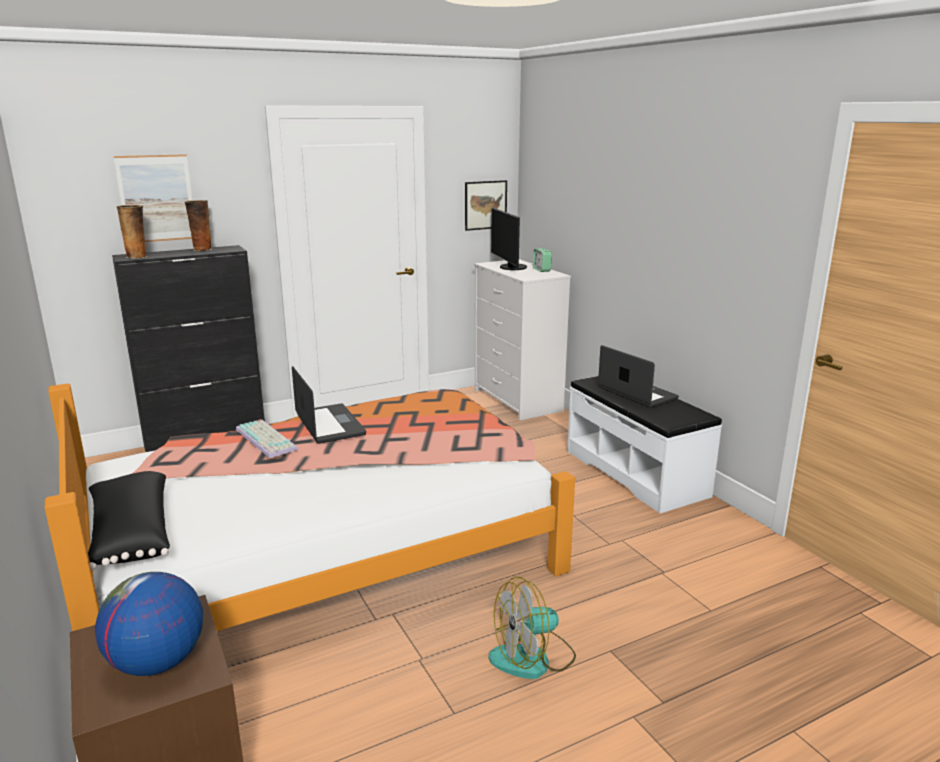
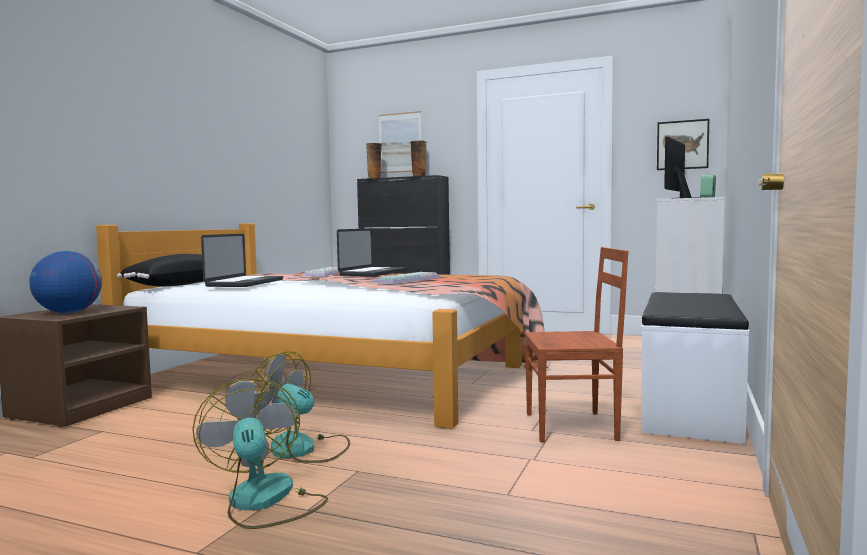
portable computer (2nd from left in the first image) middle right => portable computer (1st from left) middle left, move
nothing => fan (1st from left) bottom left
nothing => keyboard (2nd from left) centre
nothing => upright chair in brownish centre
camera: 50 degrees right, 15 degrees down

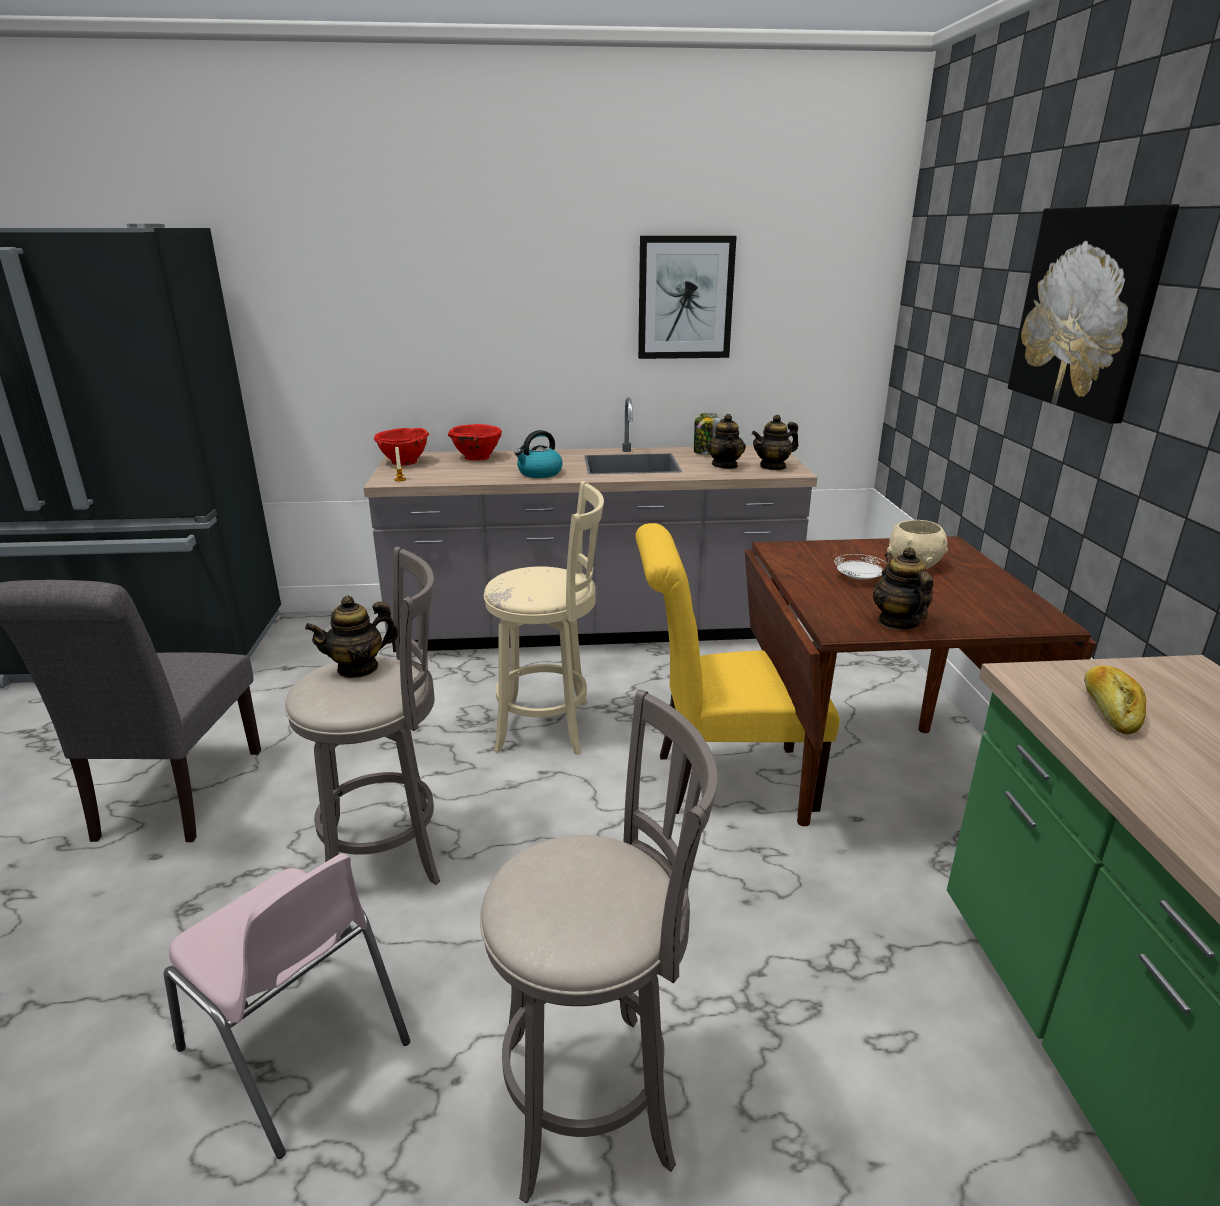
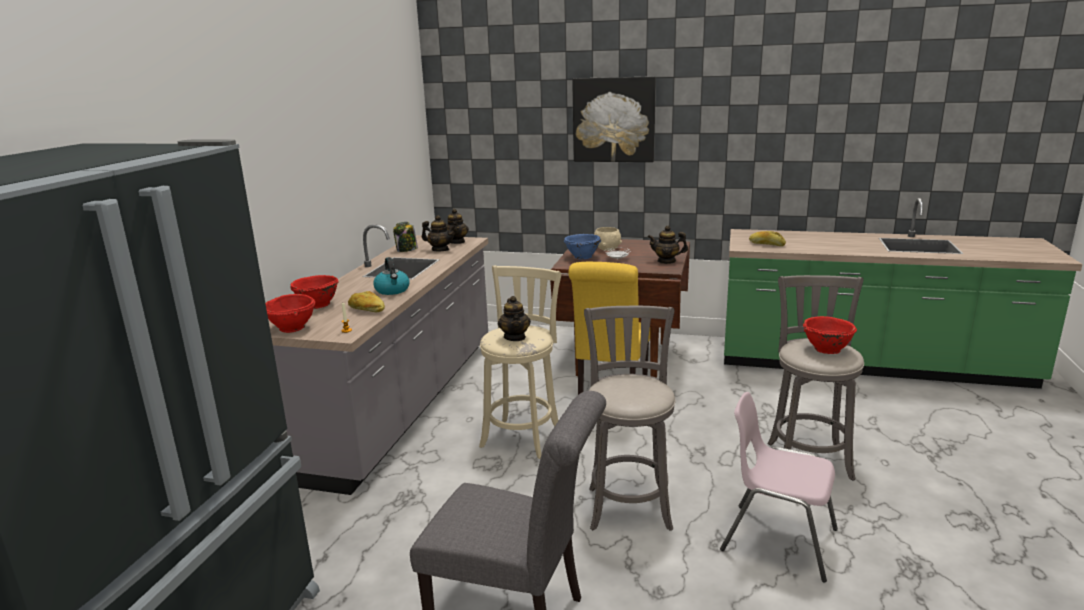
upright chair in pink-coloured bottom left => upright chair in pink-coloured bottom right, 120 degrees counterclockwise
teapot (1st from left in the first image) middle left => teapot (3rd from left) centre, move
wall art (1st from left) top centre => nothing
nothing => bakery bread (1st from left) centre
nothing => deep dish in bluish centre
nothing => deep dish in reddish (3rd from left) middle right
camera: 70 degrees left, 5 degrees down

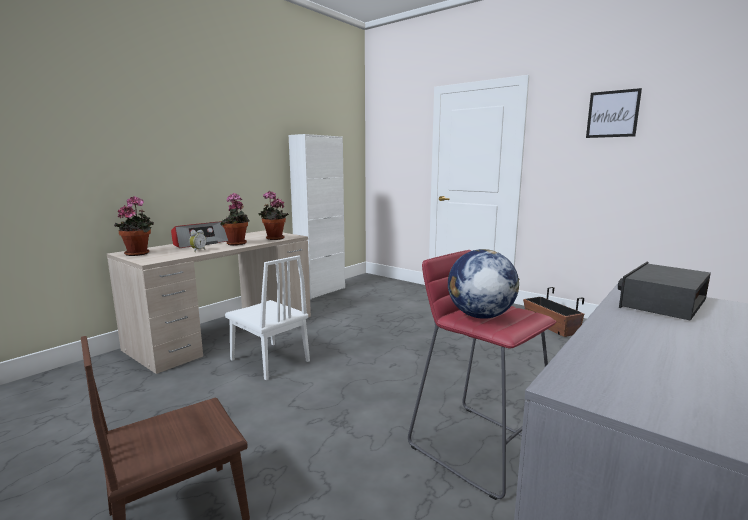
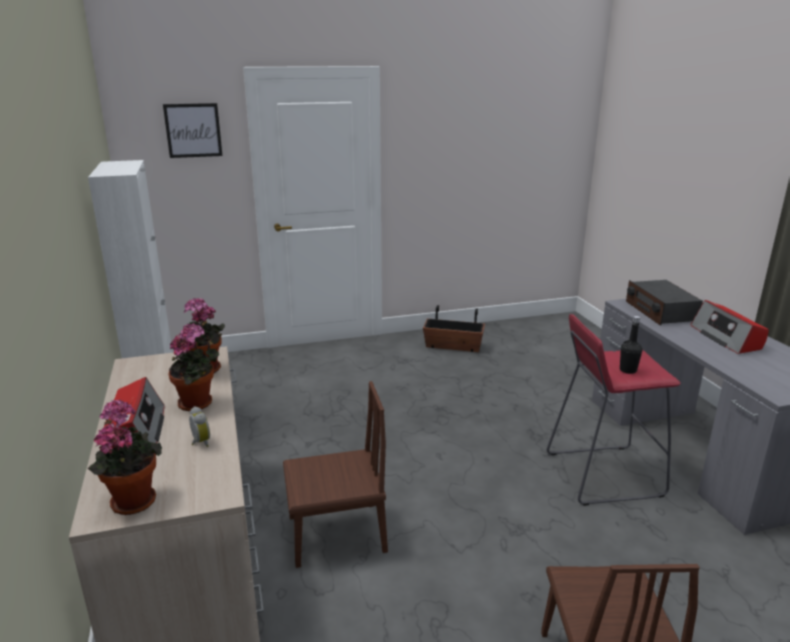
upright chair in whitish centre => upright chair in brownish (1st from left) bottom centre
globe centre => bottle in black middle right
wall art top right => wall art top left, move
nothing => radio (3rd from left) middle right
camera: 55 degrees left, 10 degrees up

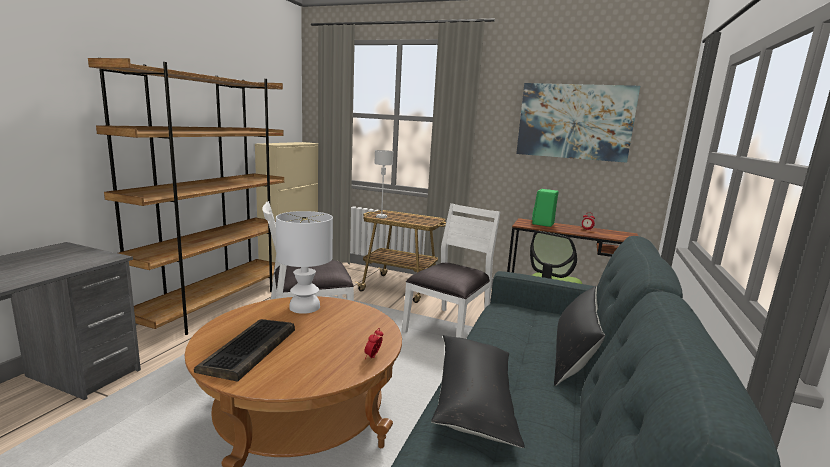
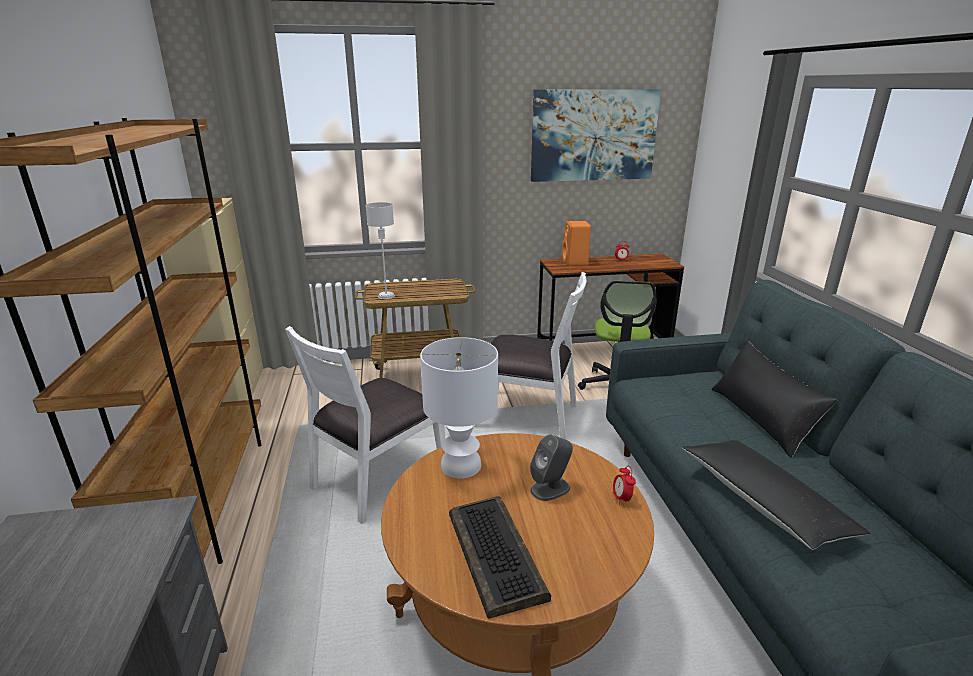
upright chair in whitish (2nd from left) centre, 105 degrees clockwise
audio speaker in green-coloured centre => audio speaker in orange centre
nothing => audio speaker in gray bottom centre
camera: 30 degrees left, 10 degrees up

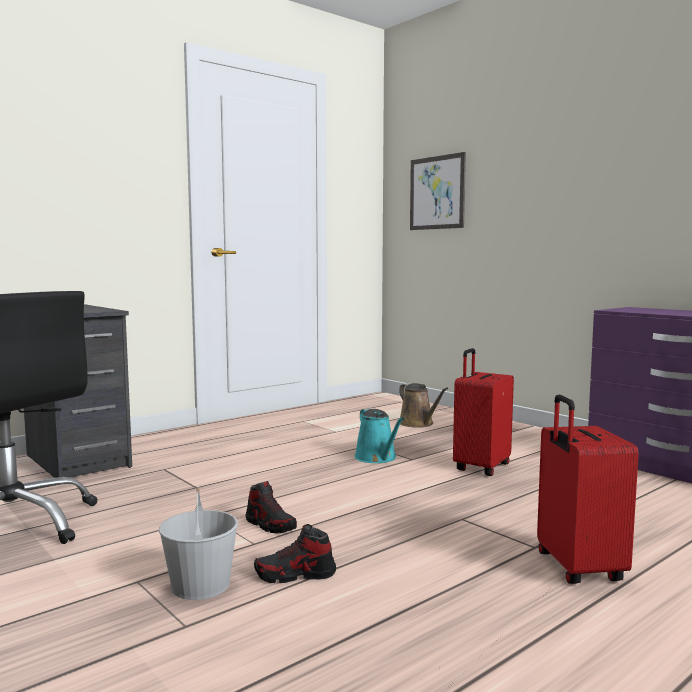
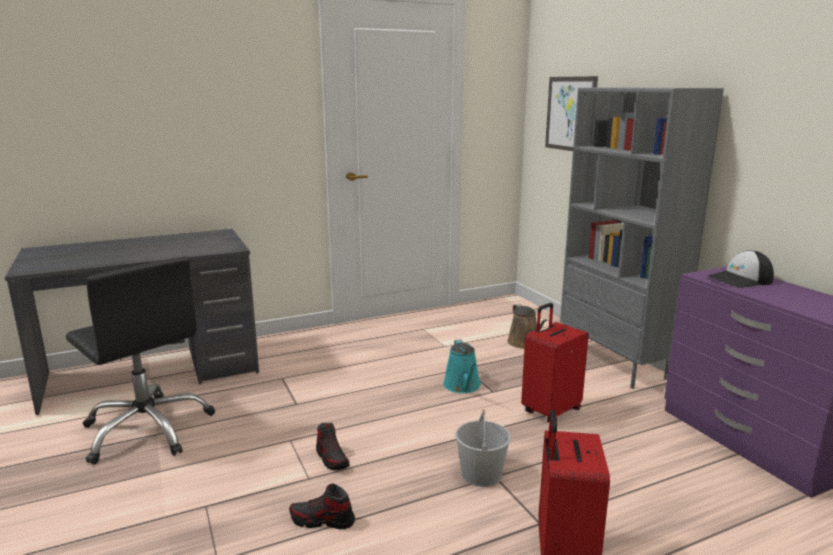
bucket in whitish bottom left => bucket in whitish bottom centre, move
nothing => shelving unit in gray middle right
nothing => baseball cap middle right
camera: 15 degrees right, 10 degrees up

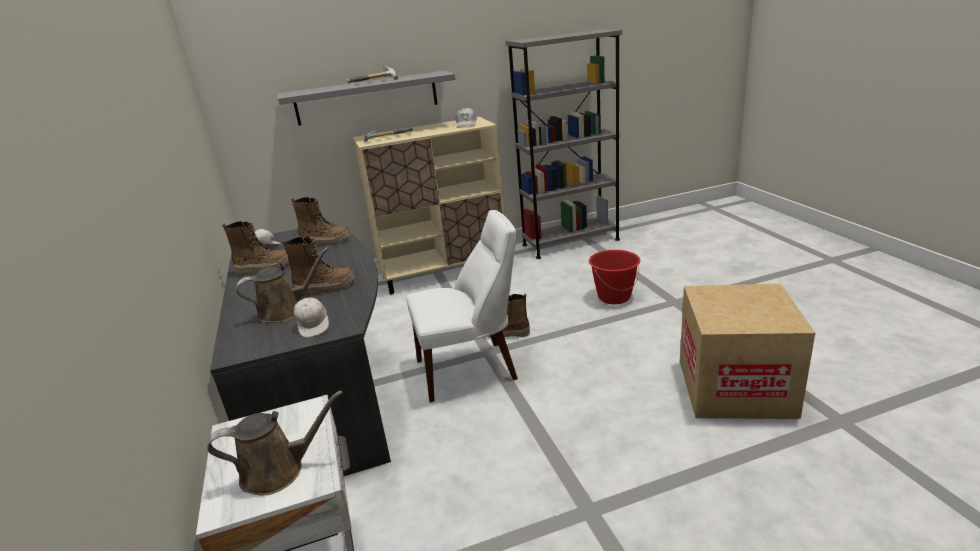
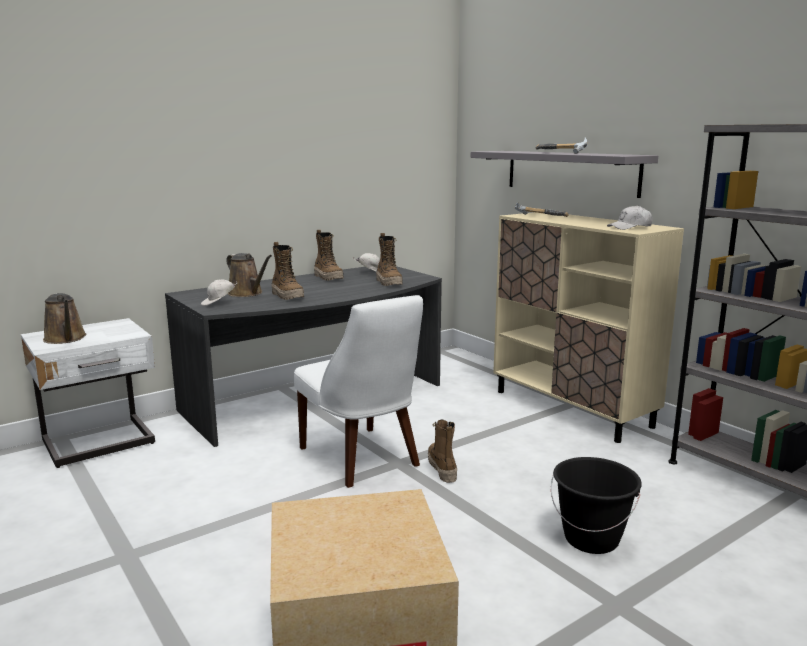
bucket in reddish centre => bucket in black bottom right
camera: 70 degrees right, 10 degrees down

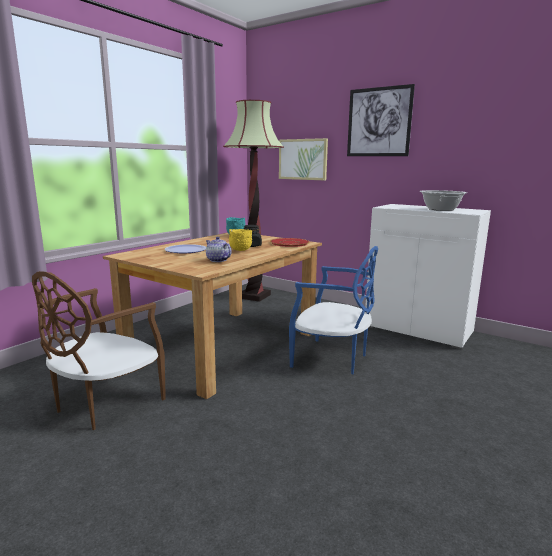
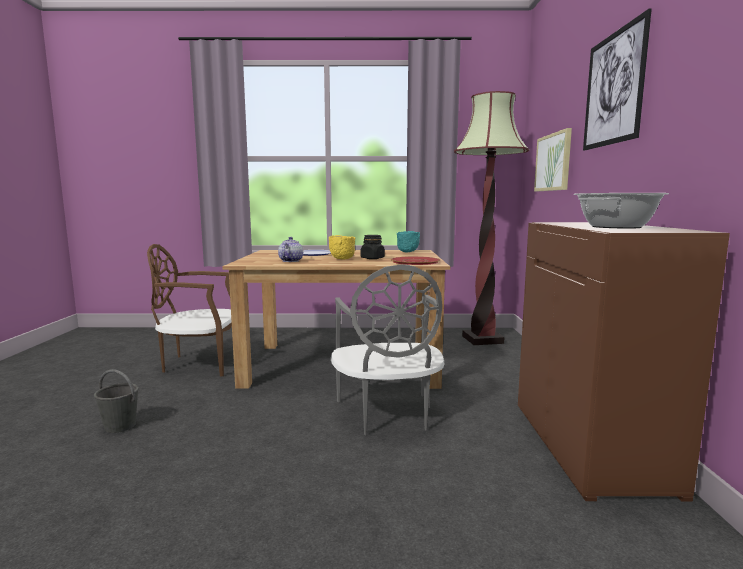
upright chair in bluish centre => upright chair in gray centre
cabinet in whitish middle right => cabinet in brownish middle right
nothing => bucket in gray bottom left
camera: 55 degrees right, 5 degrees down

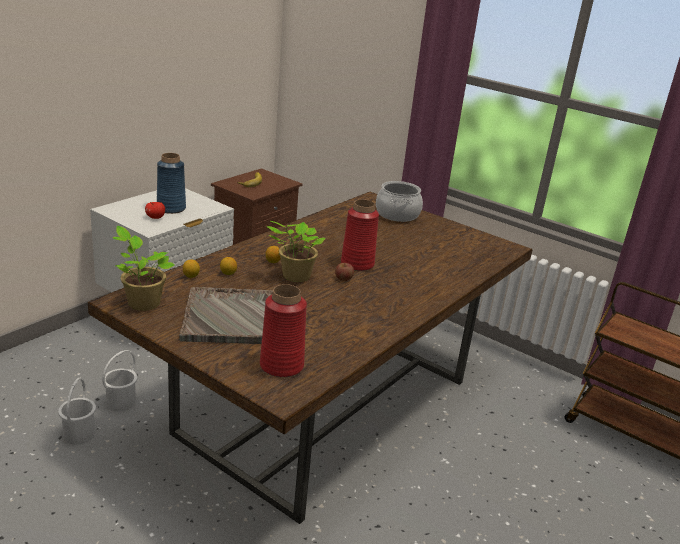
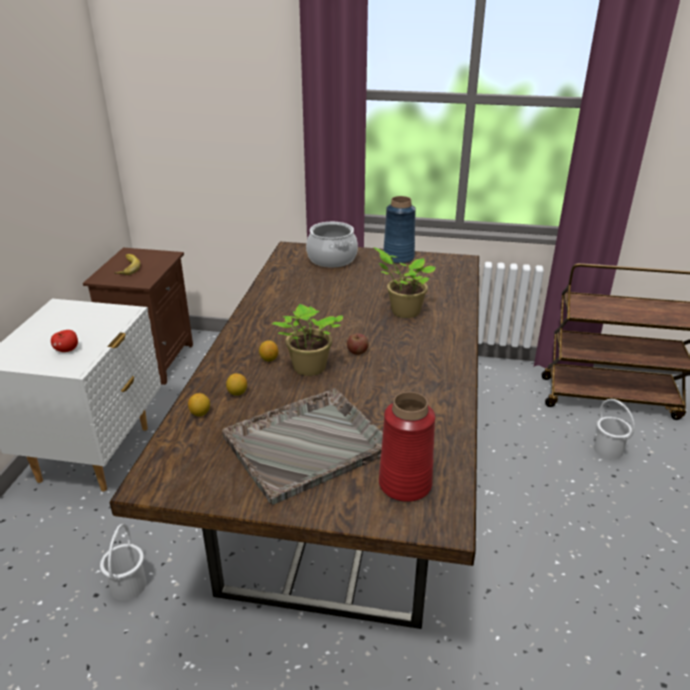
bucket in whitish (1st from left in the first image) bottom left => bucket in whitish (2nd from left) middle right, move
houseplant (1st from left in the first image) middle left => houseplant (2nd from left) centre, move
decorative vase in bluish middle left => decorative vase in bluish centre, move
decorative vase in reddish (2nd from left) centre => nothing
camera: 25 degrees left, 5 degrees up

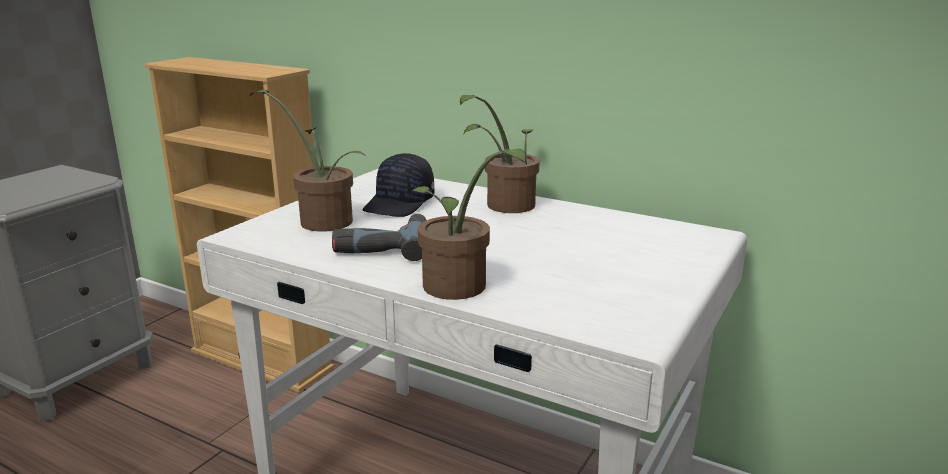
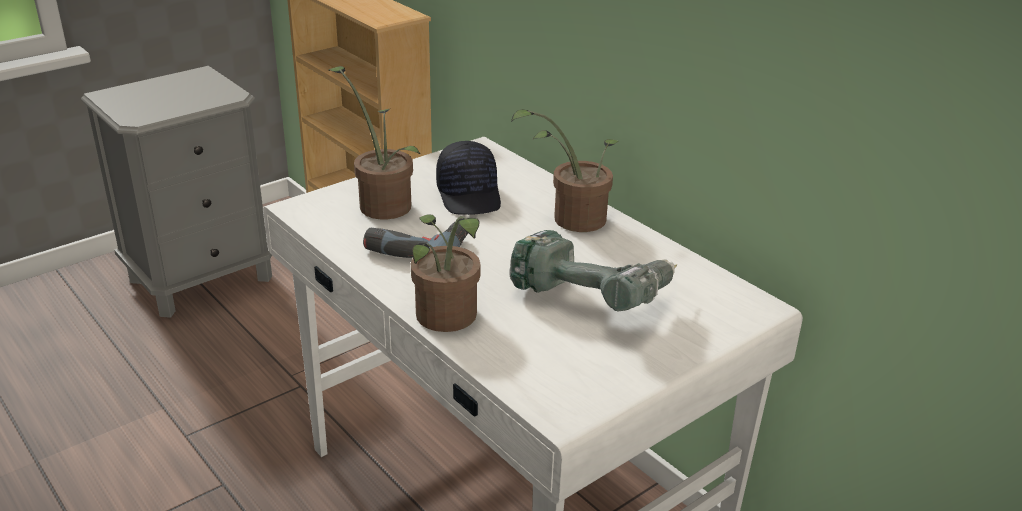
baseball cap in black centre, 60 degrees counterclockwise
nothing => power drill (2nd from left) centre
camera: 20 degrees right, 10 degrees up

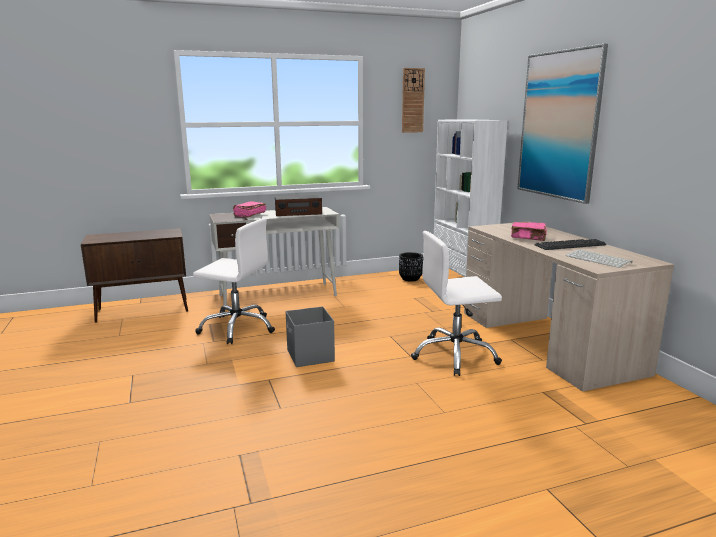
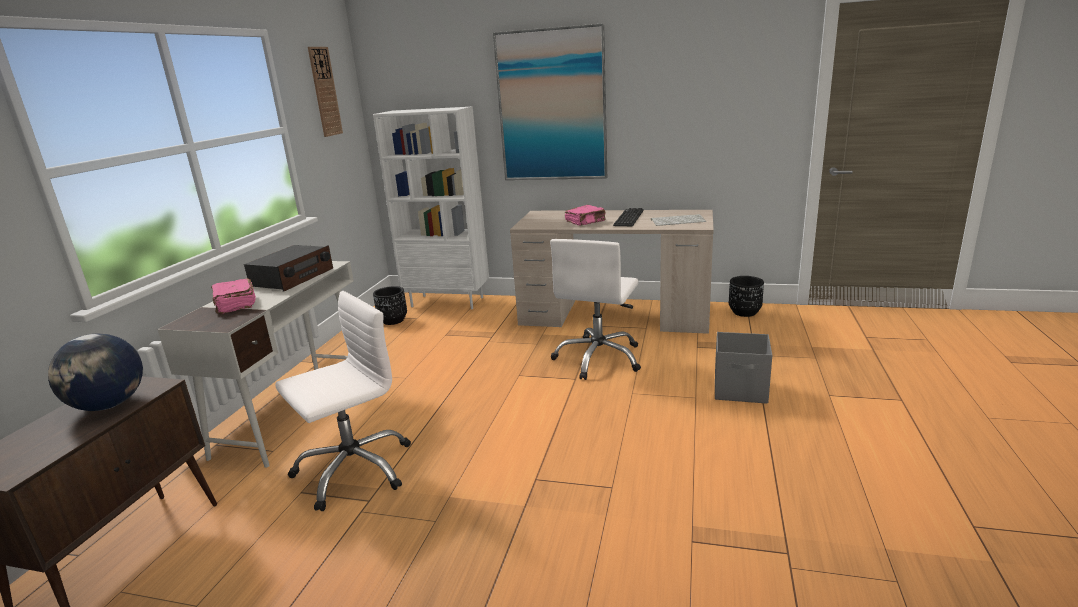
storage box in gray centre => storage box in gray middle right, move
nothing => globe middle left
nothing => flower pot in black (2nd from left) middle right
camera: 55 degrees left, 5 degrees up

